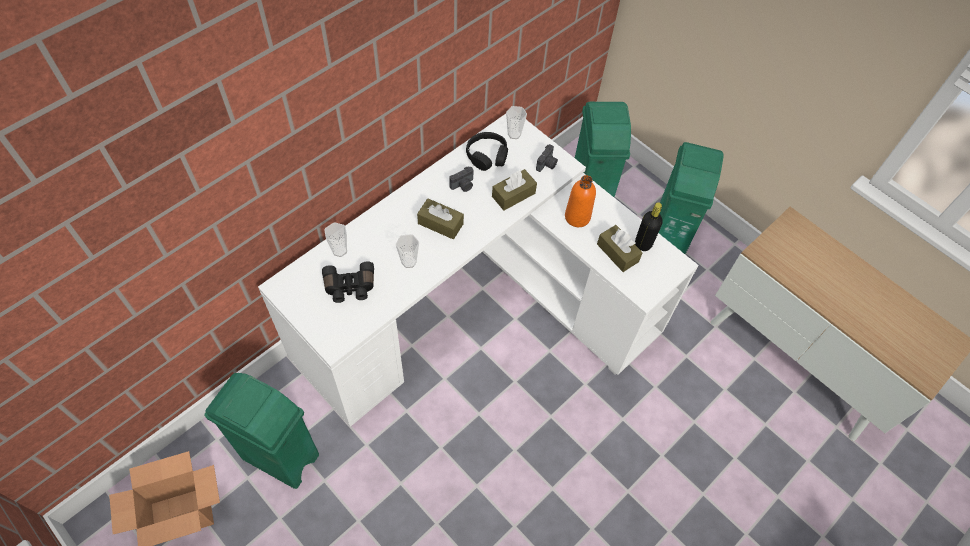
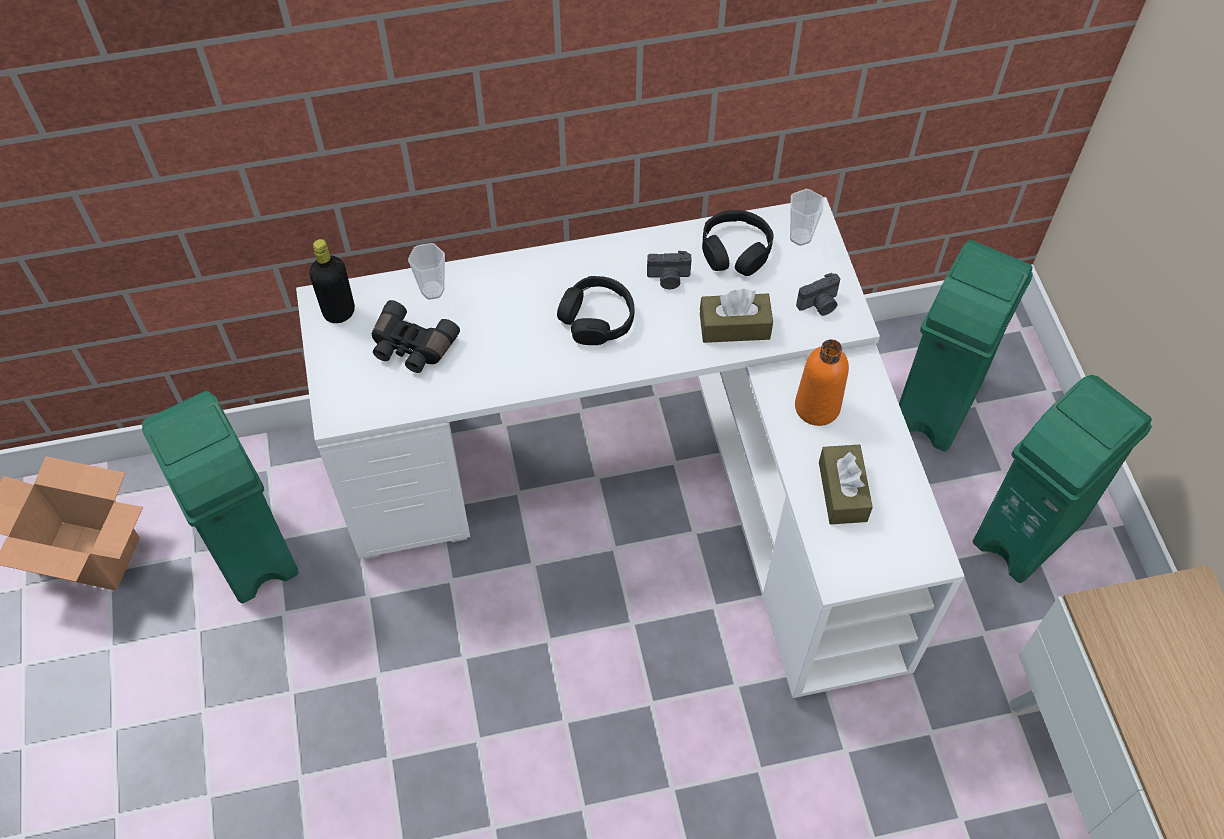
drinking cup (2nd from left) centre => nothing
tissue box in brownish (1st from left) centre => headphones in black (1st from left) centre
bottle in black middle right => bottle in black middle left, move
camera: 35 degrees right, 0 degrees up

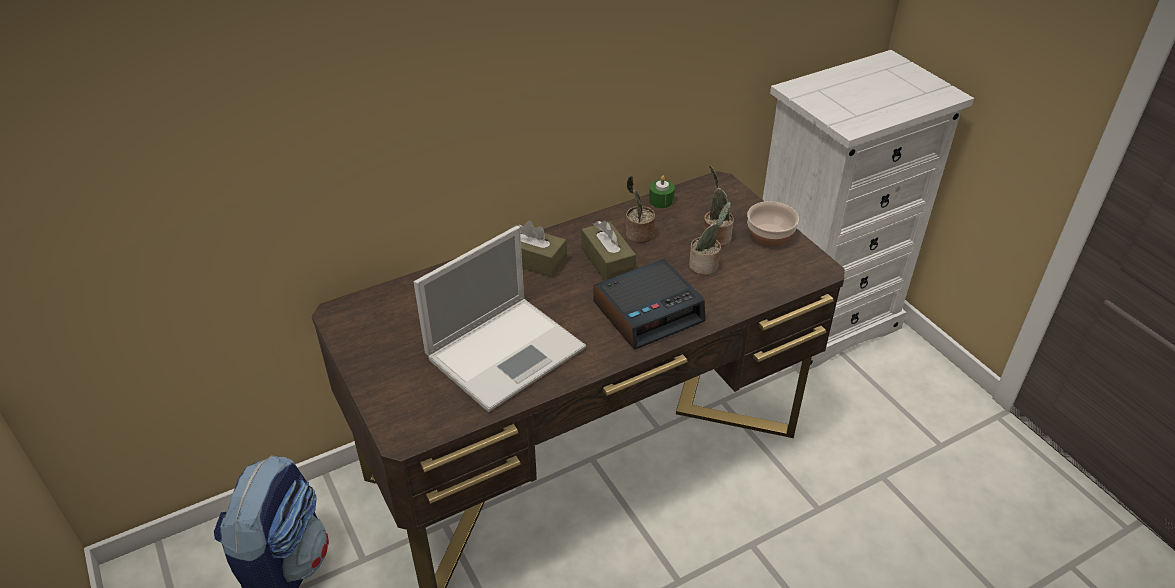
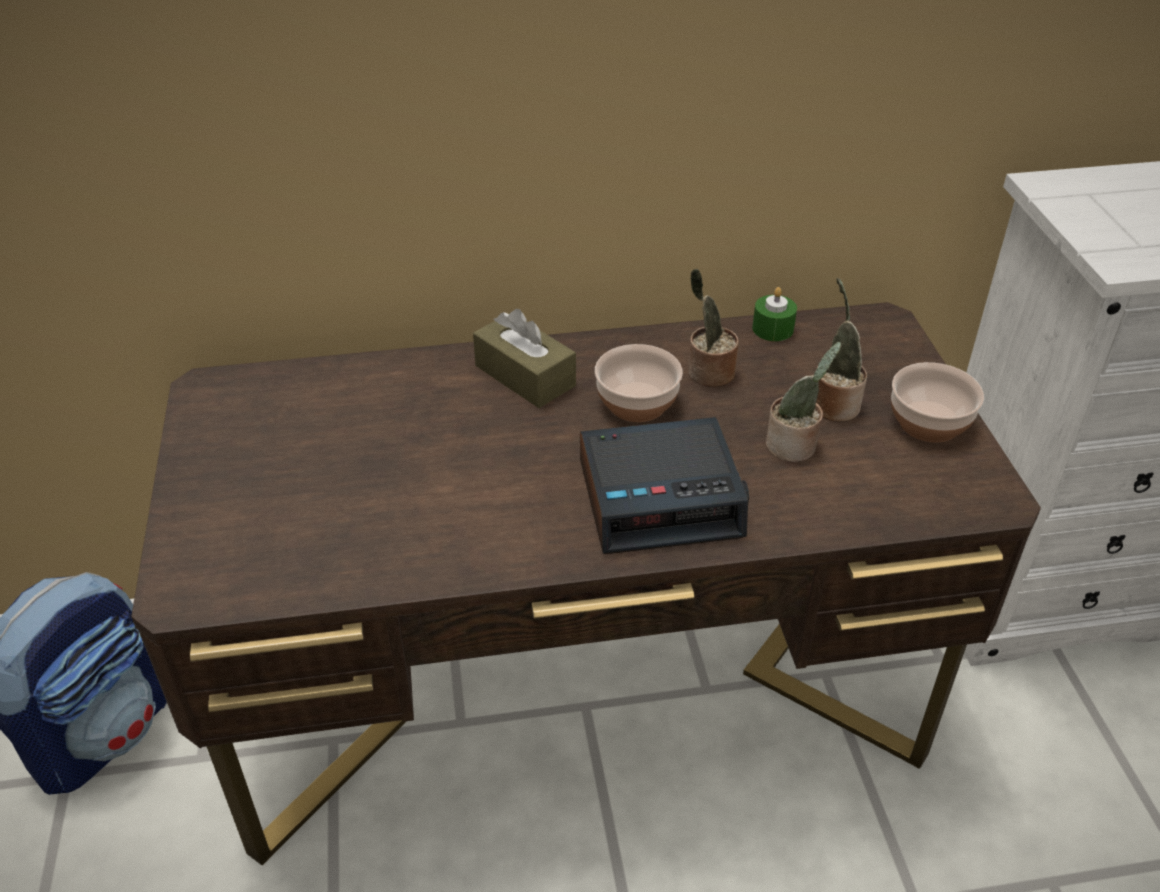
portable computer centre => nothing
tissue box in brownish (2nd from left) centre => deep dish (1st from left) centre
camera: 20 degrees right, 0 degrees up

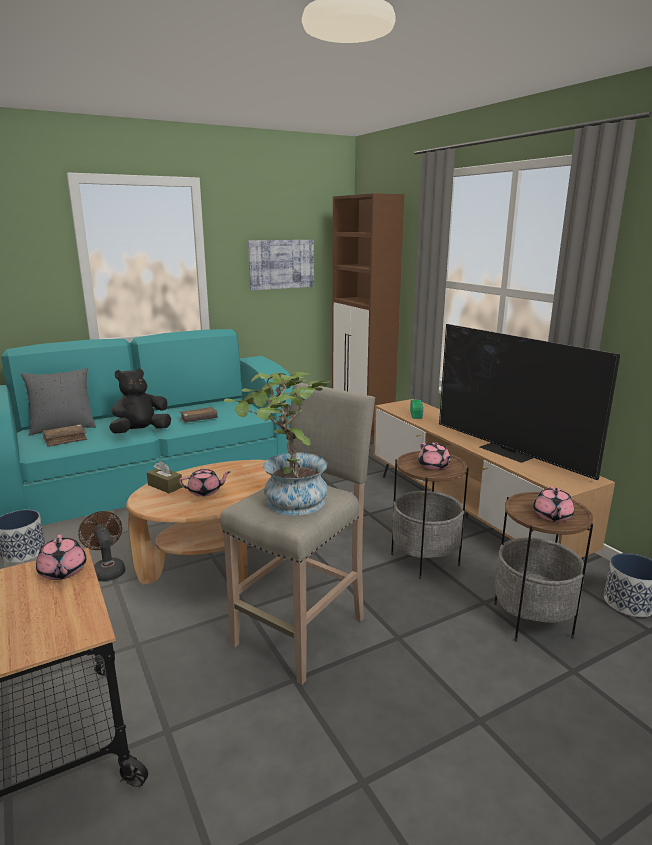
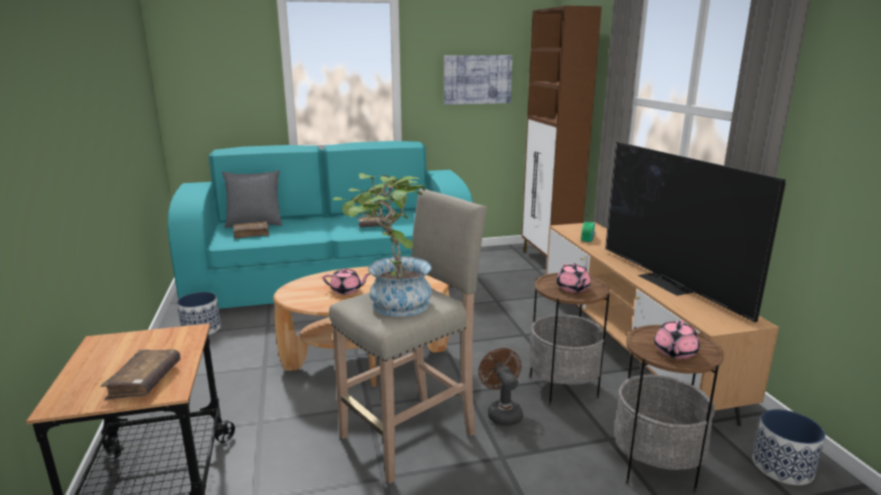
teapot in pink-coloured (1st from left) middle left => nothing
fan in brownish middle left => fan in brownish bottom centre, move
soft toy in black middle left => nothing
tissue box in brownish middle left => nothing
nothing => book in brownish (1st from left) bottom left
camera: 15 degrees right, 0 degrees up

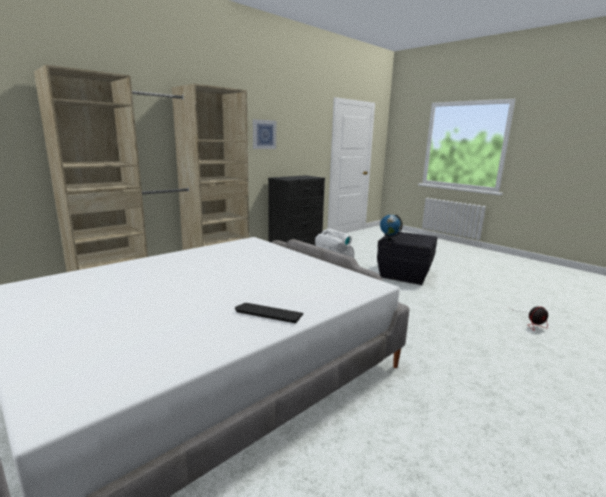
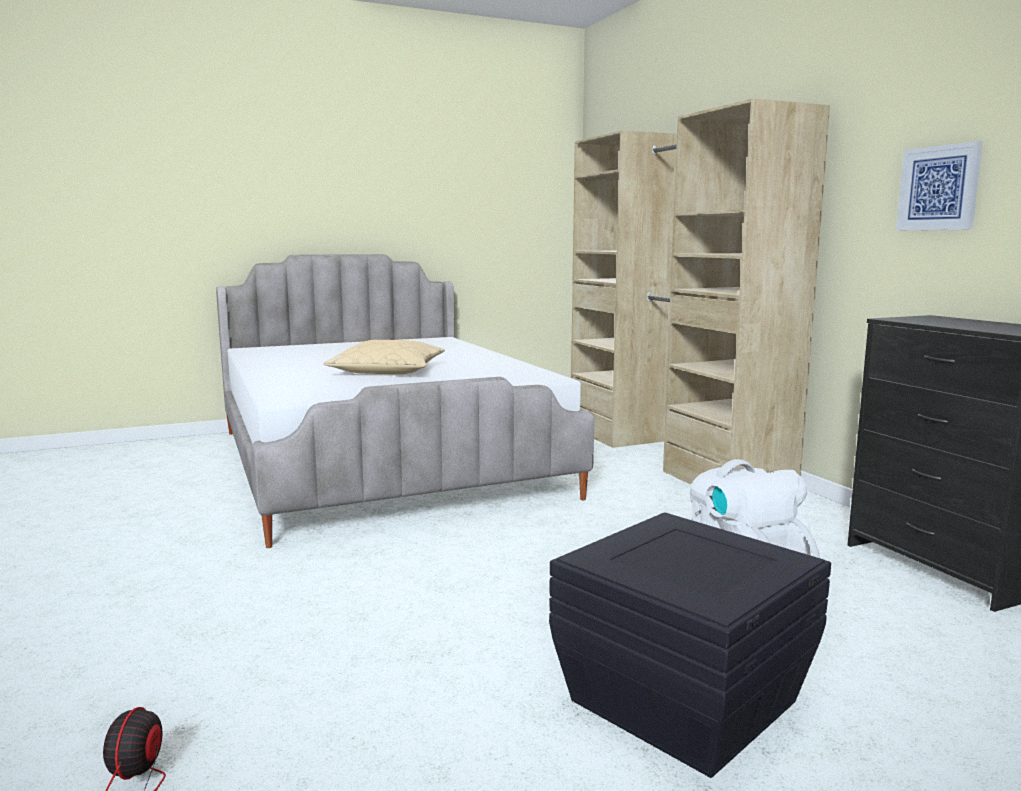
keyboard centre => nothing
globe centre => nothing
nothing => cushion in beige centre
camera: 110 degrees right, 5 degrees down

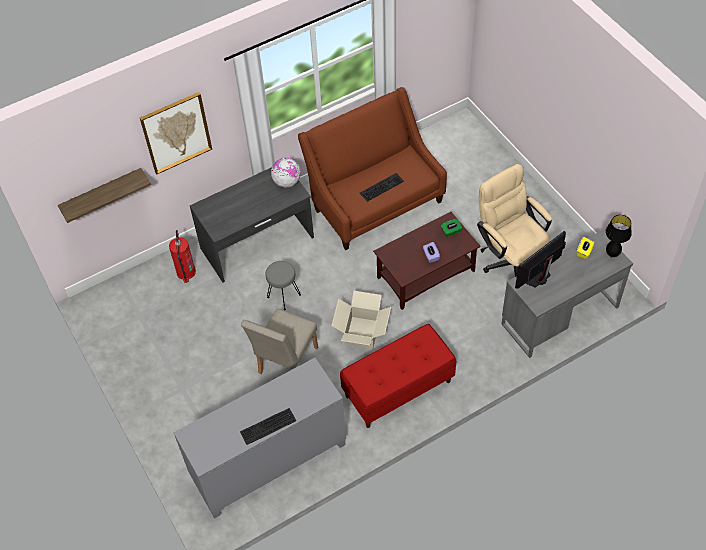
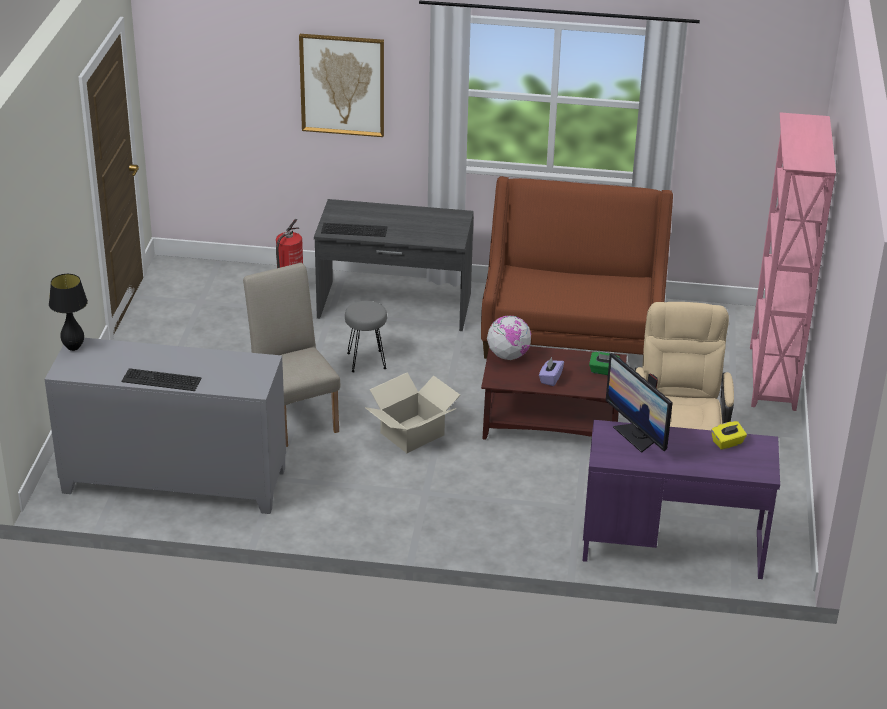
bracket shelf middle left => nothing
upright chair in beige centre => upright chair in beige middle left, 90 degrees clockwise
globe top centre => globe centre, move
long seat in reddish bottom centre => nothing
keyboard (2nd from left) centre => keyboard (2nd from left) top centre, move
desk table in gray (2nd from left) middle right => desk table in purple-coloured bottom right
computer screen middle right, 120 degrees counterclockwise
lamp for a table in black middle right => lamp for a table in black middle left, move
nothing => shelving unit in pink-coloured middle right
camera: 35 degrees right, 20 degrees down

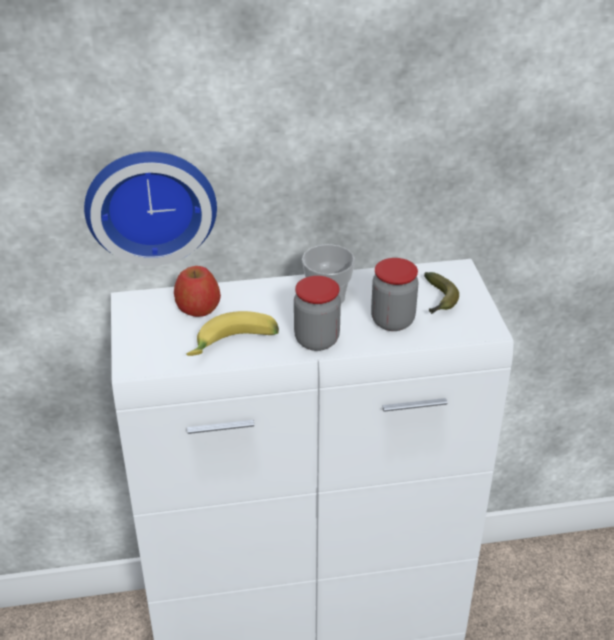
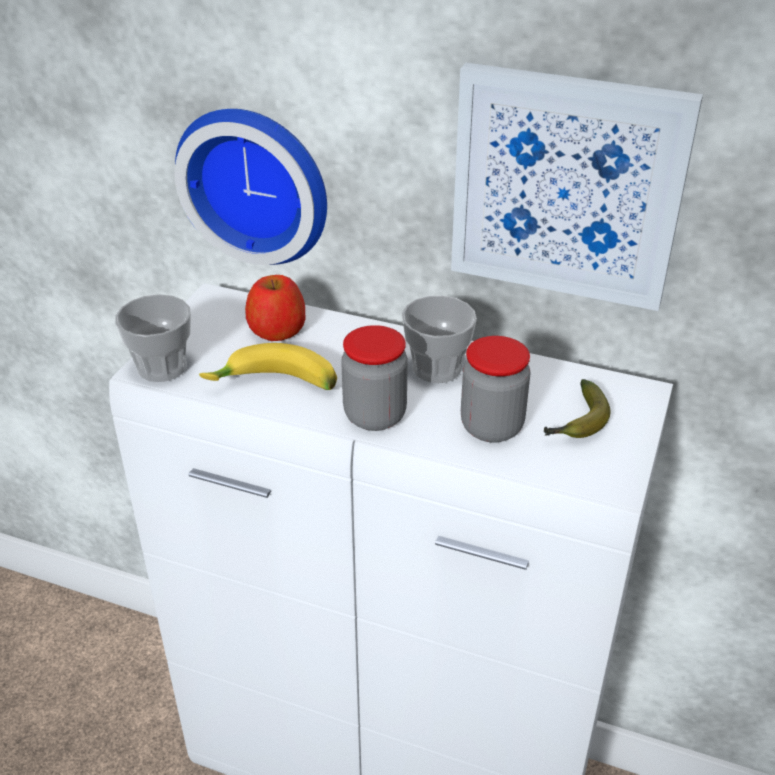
nothing => drinking cup (1st from left) middle left
nothing => wall art top right
camera: 30 degrees right, 0 degrees up

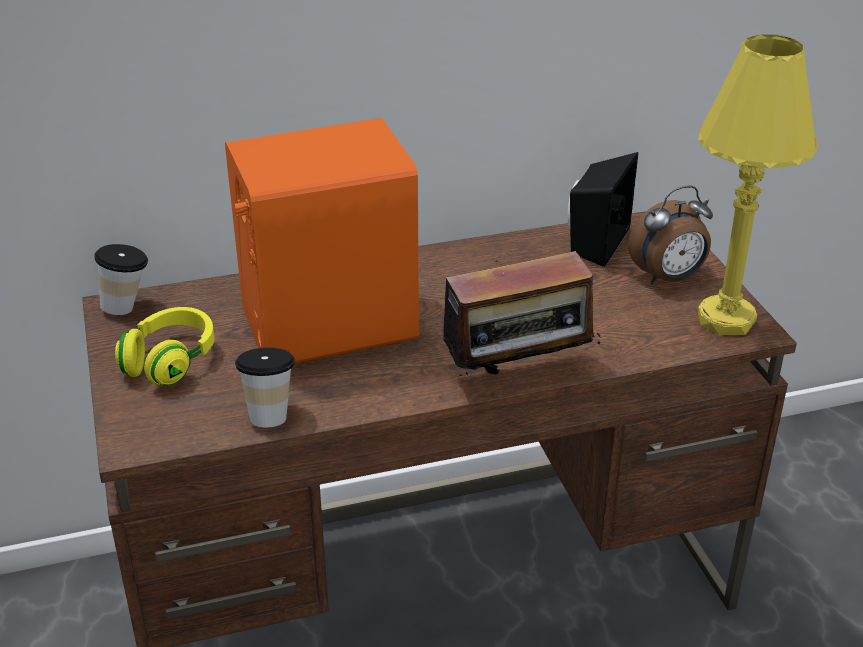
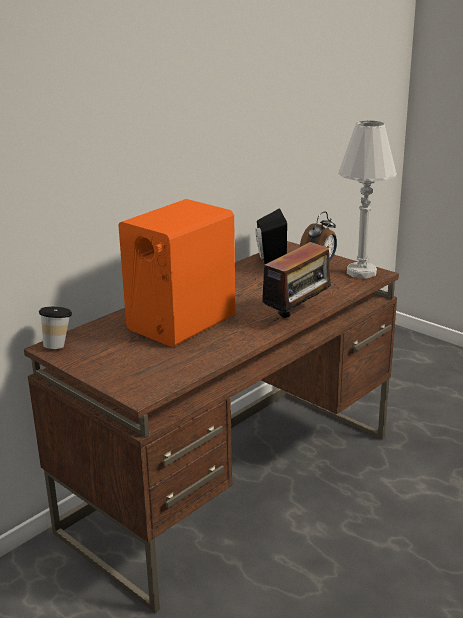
headphones in yellow middle left => nothing
drinking cup (2nd from left) middle left => nothing
lamp for a table in yellow top right => lamp for a table in whitish top right
camera: 30 degrees left, 10 degrees down

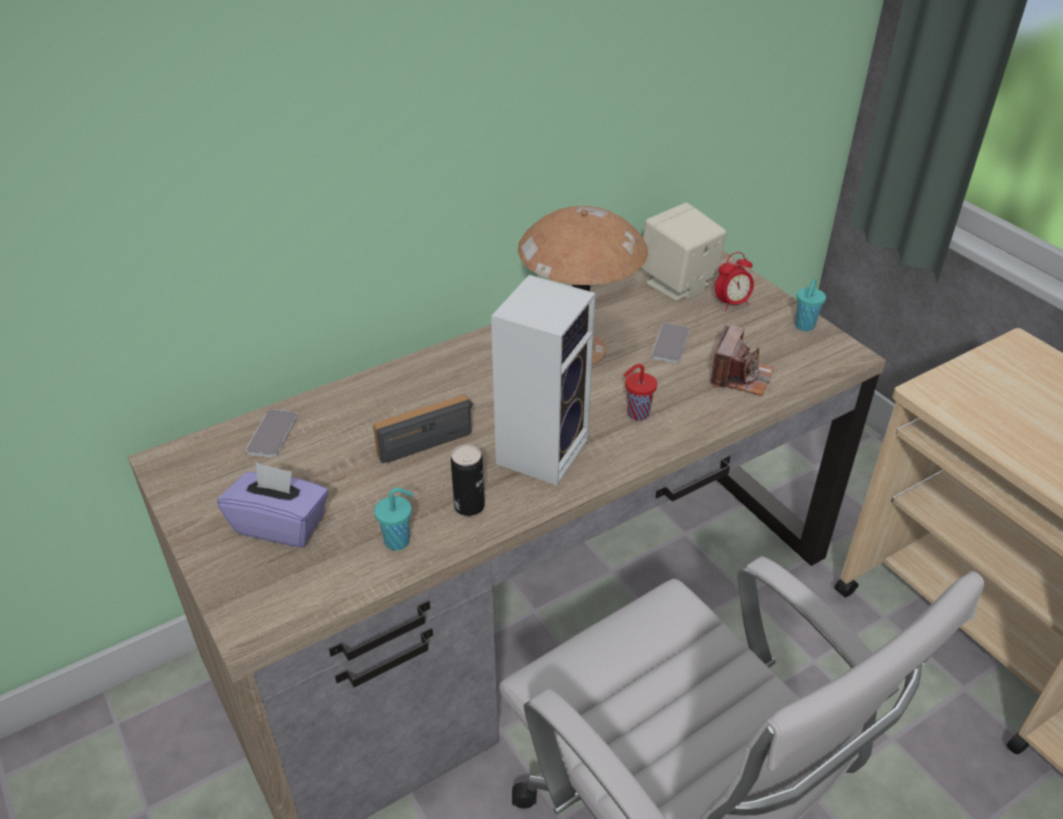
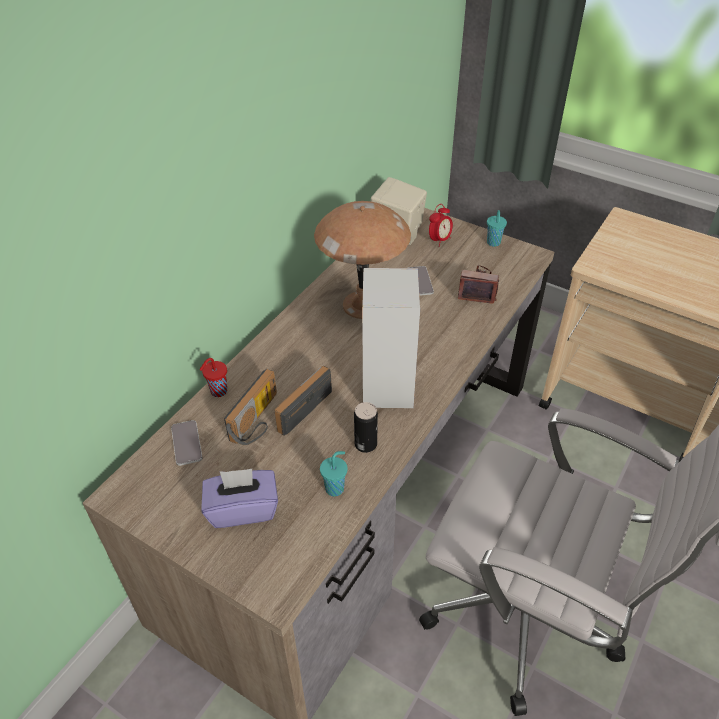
drinking cup in reddish centre => drinking cup in reddish middle left, move
photo camera middle right => photo camera centre, 75 degrees counterclockwise
nothing => radio (1st from left) centre
camera: 25 degrees left, 5 degrees up

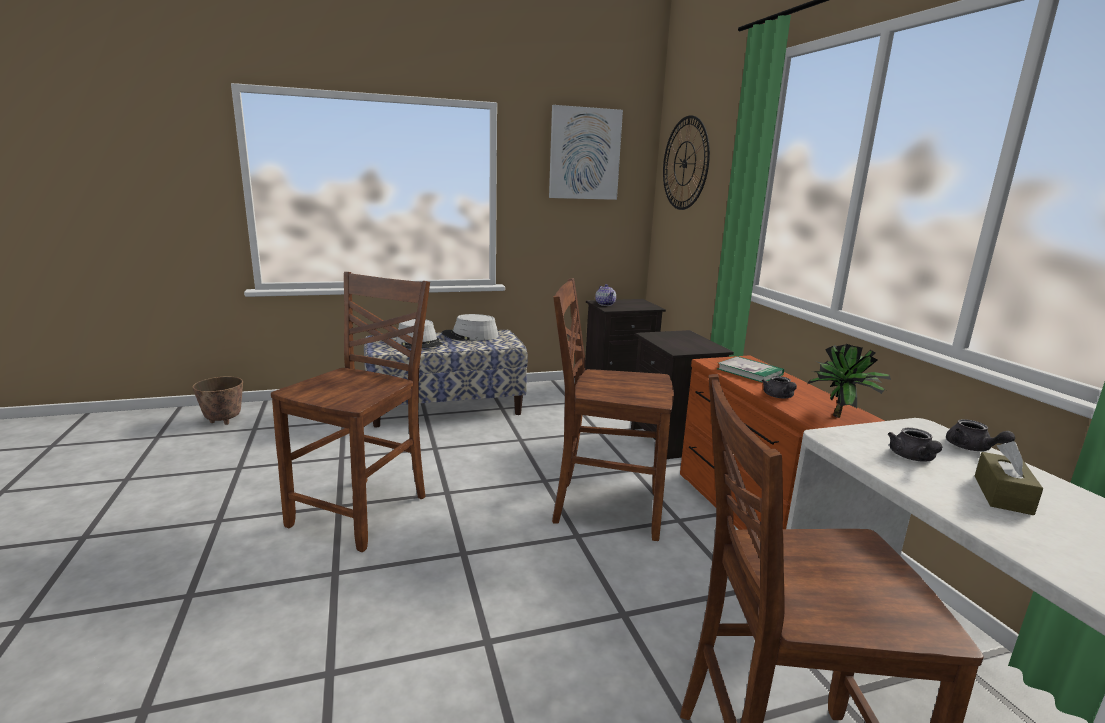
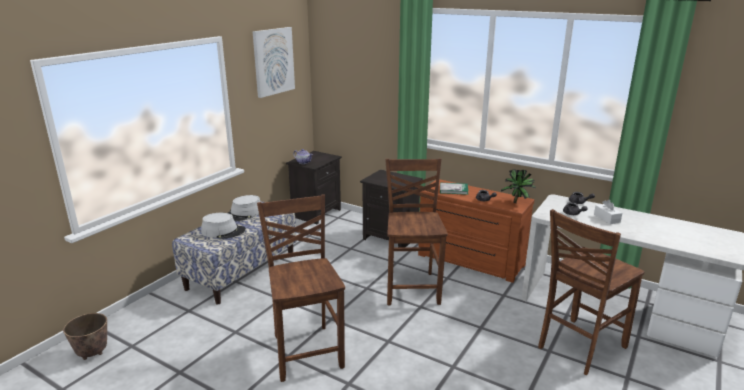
upright chair in brownish (2nd from left) centre, 120 degrees clockwise
clock on the wall top centre => nothing
tissue box in brownish middle right => tissue box in whitish middle right
camera: 40 degrees left, 5 degrees up

